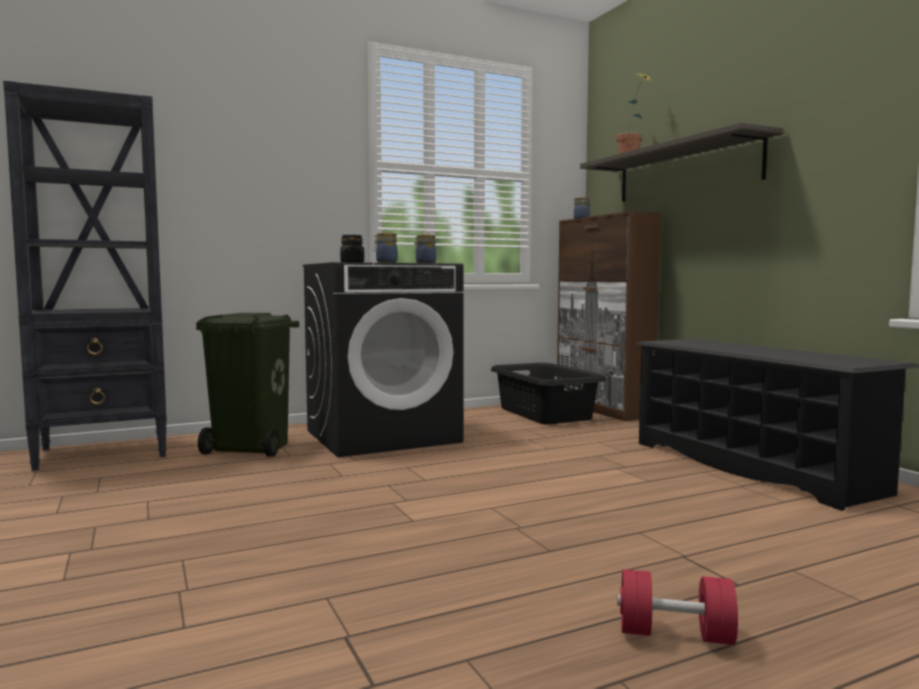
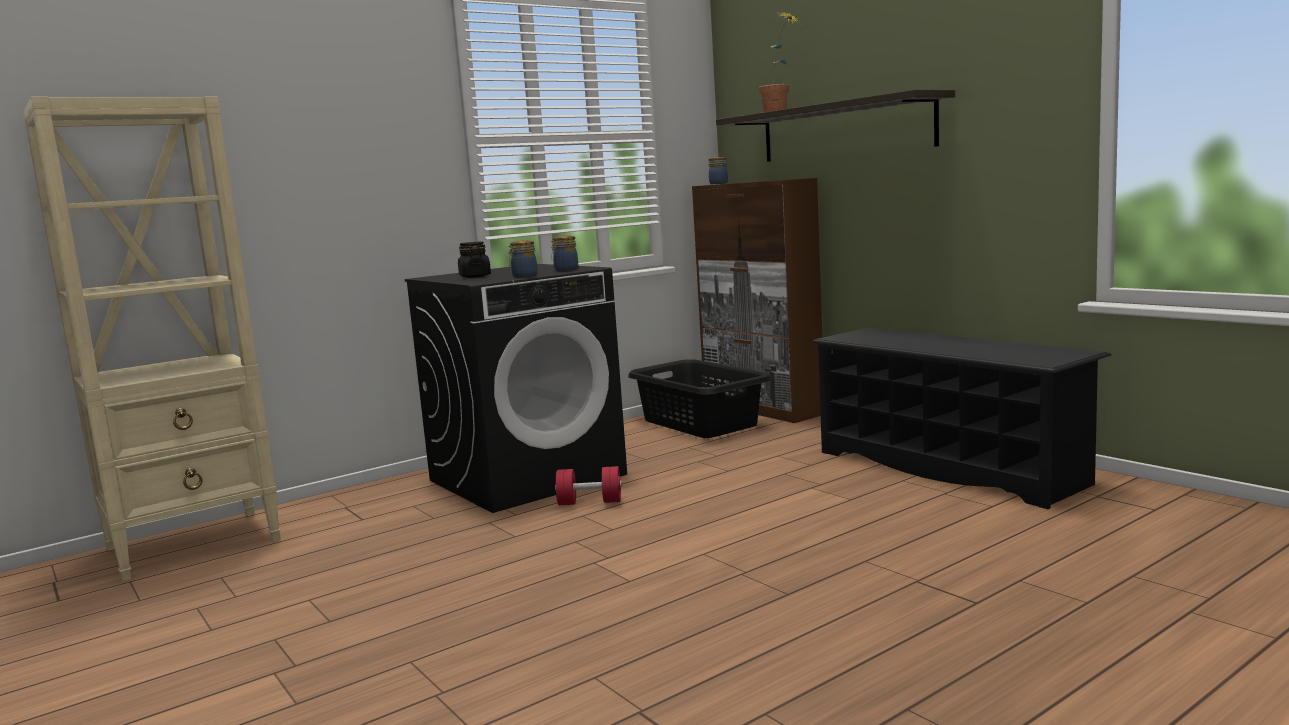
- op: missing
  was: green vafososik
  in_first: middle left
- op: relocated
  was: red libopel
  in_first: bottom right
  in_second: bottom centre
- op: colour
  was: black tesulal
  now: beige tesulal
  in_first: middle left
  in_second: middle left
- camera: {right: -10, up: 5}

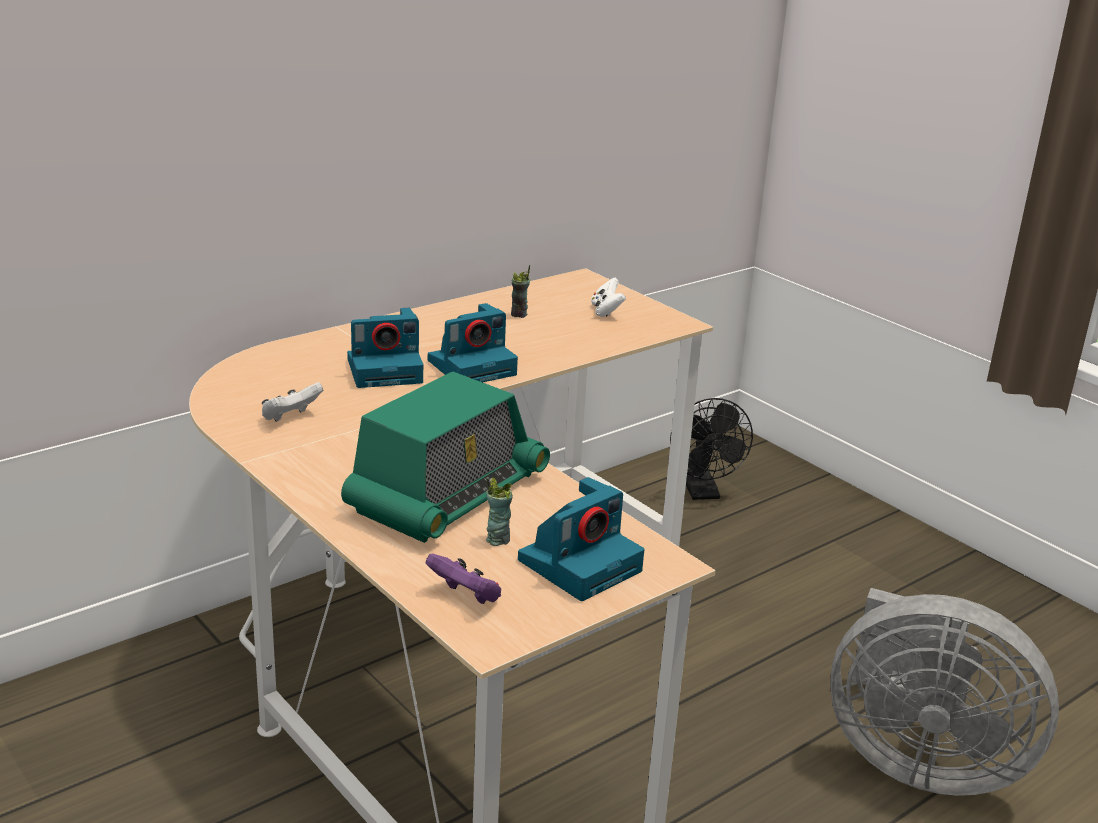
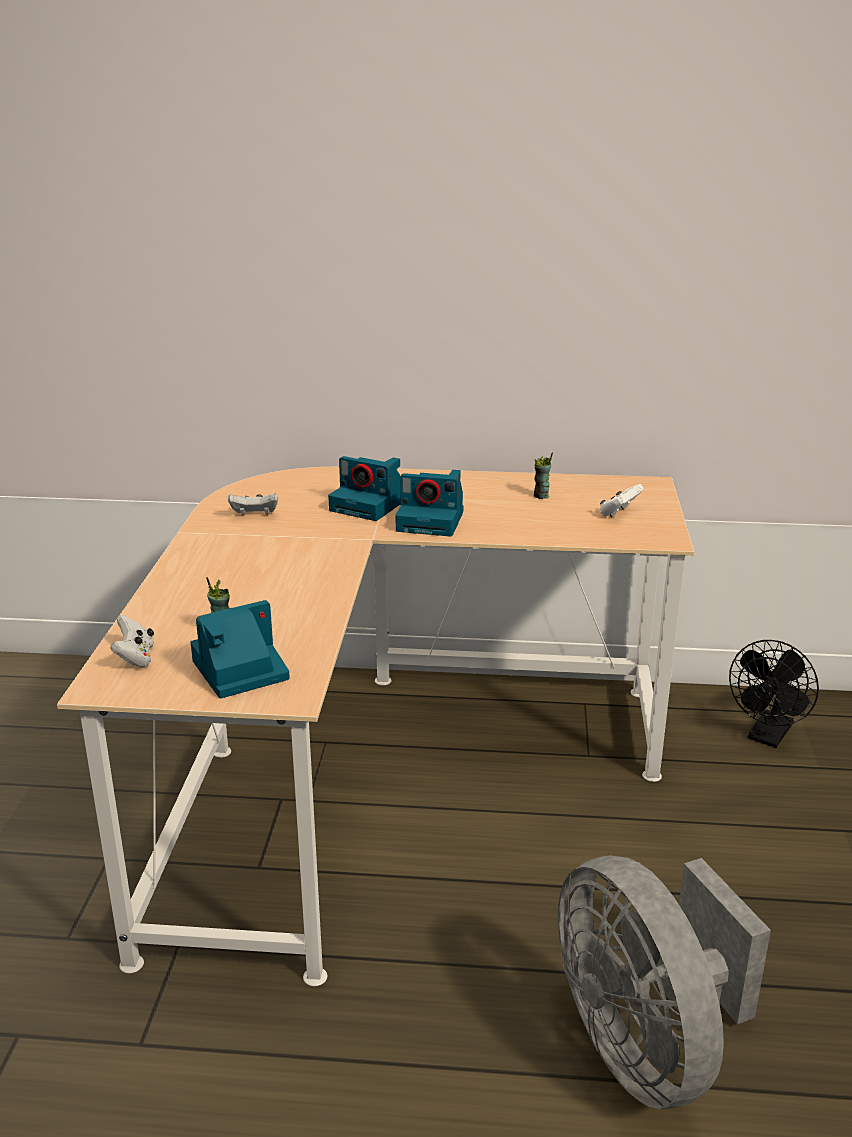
- op: missing
  was: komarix
  in_first: centre
- op: colour
  was: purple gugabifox
  now: white gugabifox (no. 1 from left)
  in_first: bottom centre
  in_second: middle left
- op: spun
  was: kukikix (no. 3 from left in the first image)
  in_first: centre
  in_second: middle left
  clockwise: 150
- camera: {right: 45, up: 0}

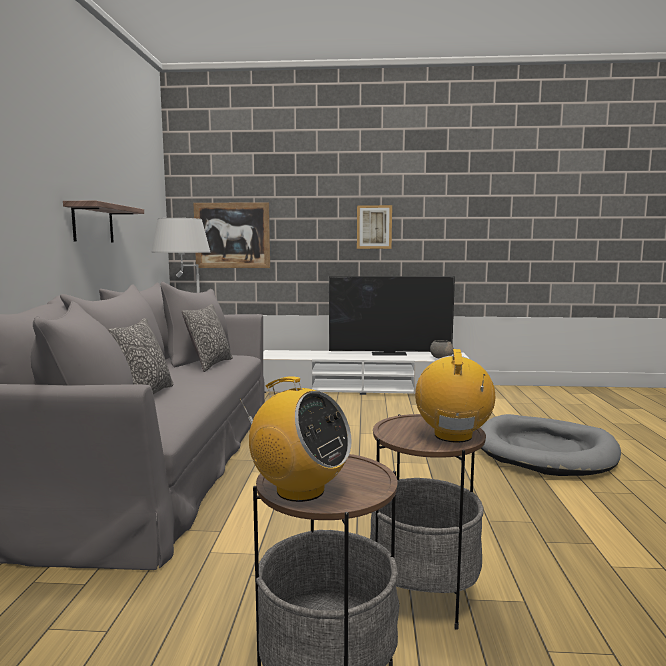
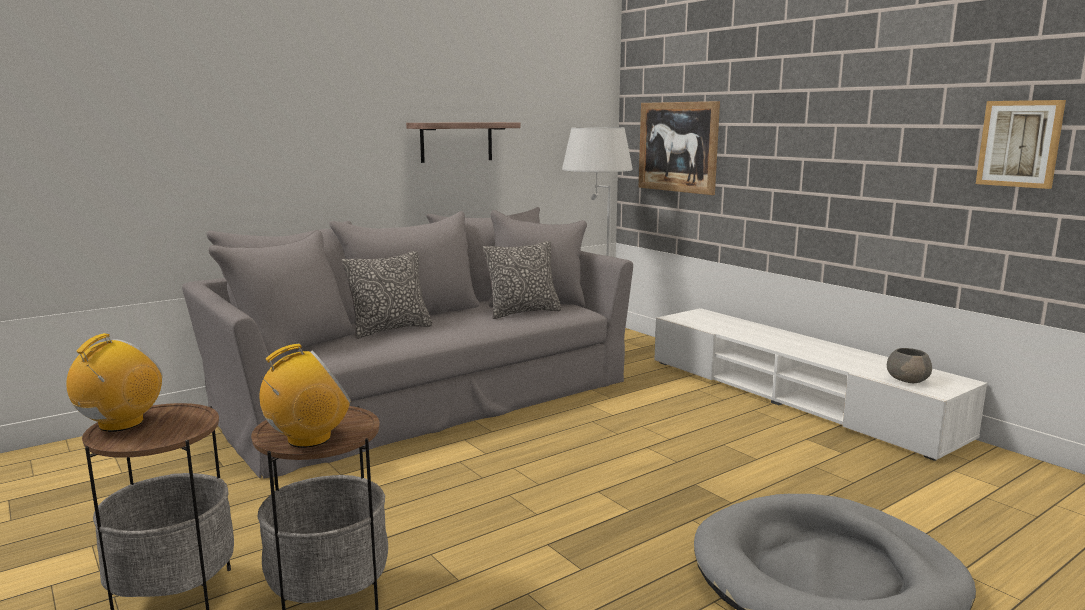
- op: missing
  was: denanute
  in_first: centre
- op: relocated
  was: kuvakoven (no. 2 from left)
  in_first: centre
  in_second: top right
- op: spun
  was: komarix (no. 1 from left)
  in_first: centre
  in_second: middle left
  clockwise: -150
- camera: {right: 50, up: 5}

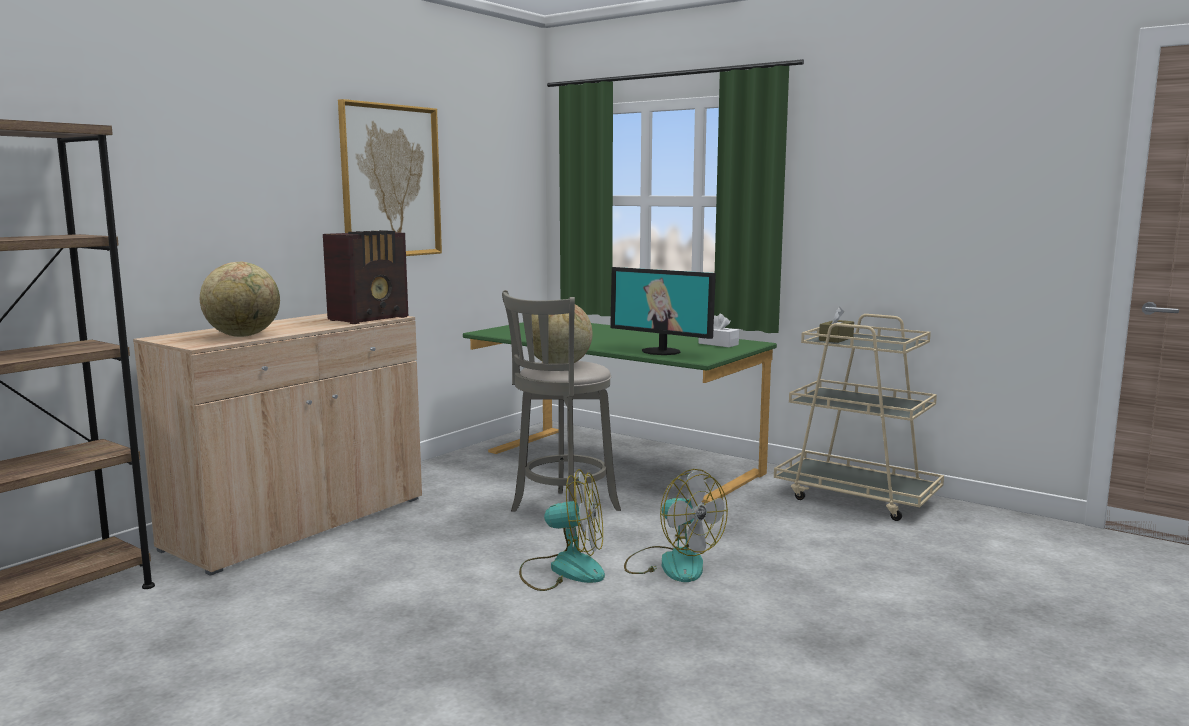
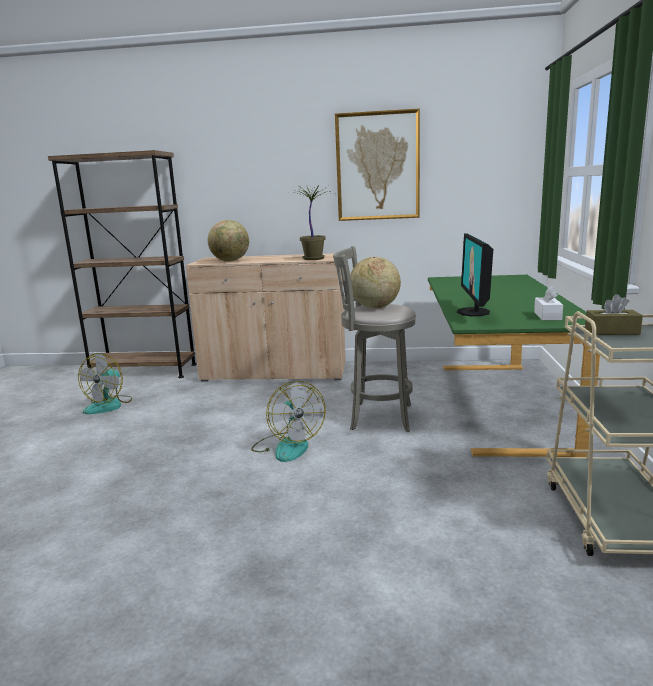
- op: relocated
  was: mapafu (no. 2 from left in the first image)
  now: mapafu (no. 1 from left)
  in_first: bottom centre
  in_second: middle left
- op: exchanged
  was: komarix
  now: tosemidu
  in_first: middle left
  in_second: top centre
- camera: {right: 60, up: 5}

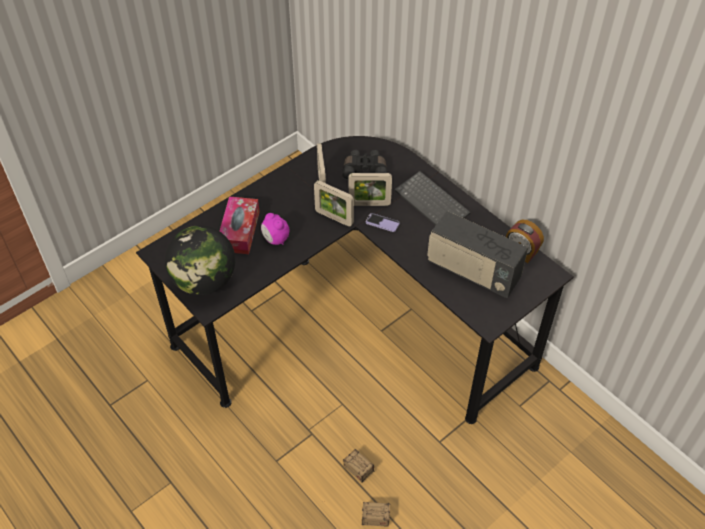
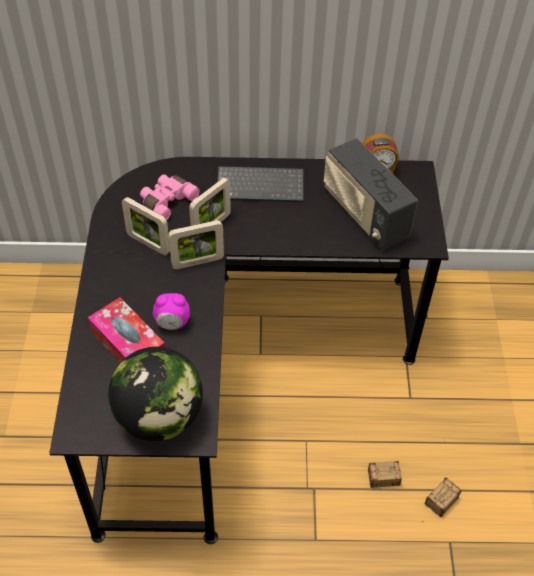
- op: missing
  was: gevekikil
  in_first: centre
- op: colour
  was: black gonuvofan
  now: pink gonuvofan
  in_first: top centre
  in_second: middle left
- op: spun
  was: komarix
  in_first: middle right
  in_second: middle right
  clockwise: 75
- camera: {right: -50, up: 0}

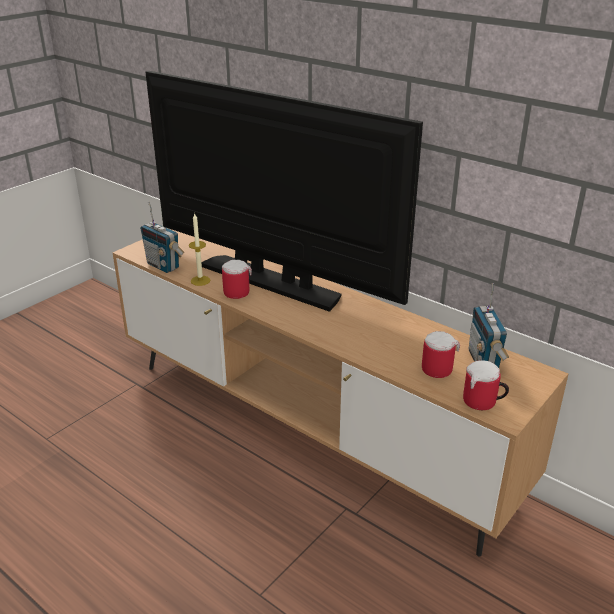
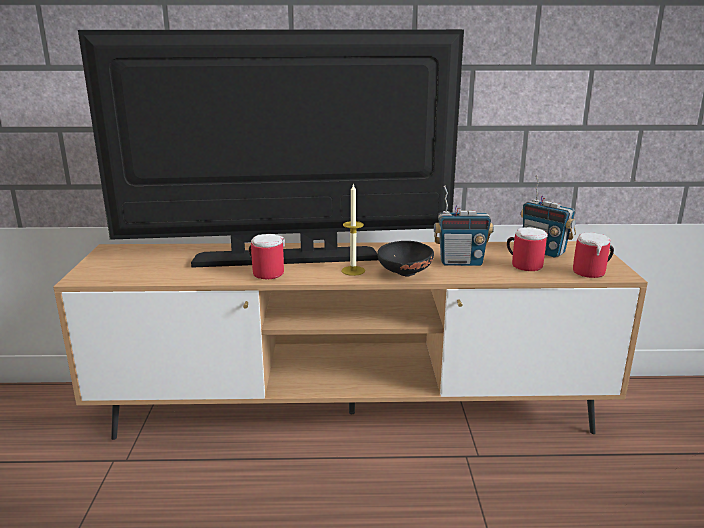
- op: appeared
  now: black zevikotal
  in_second: centre
- op: relocated
  was: komarix (no. 1 from left)
  in_first: middle left
  in_second: centre
- op: relocated
  was: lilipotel
  in_first: middle left
  in_second: centre
- camera: {right: -40, up: -10}

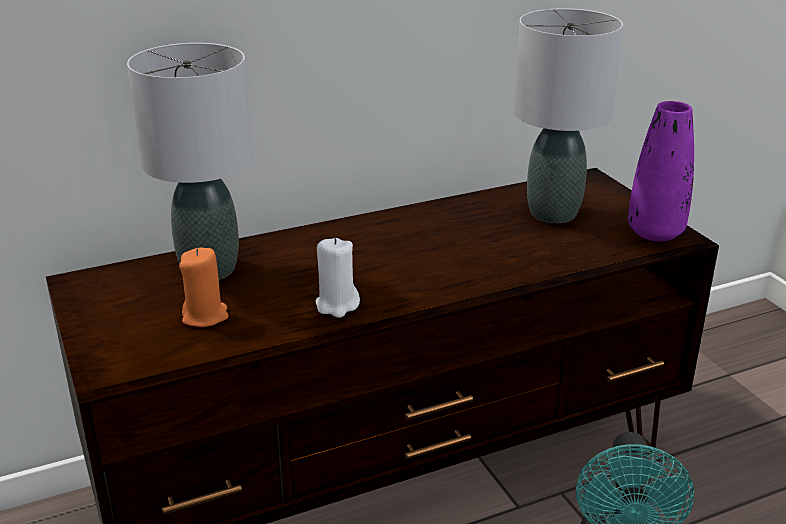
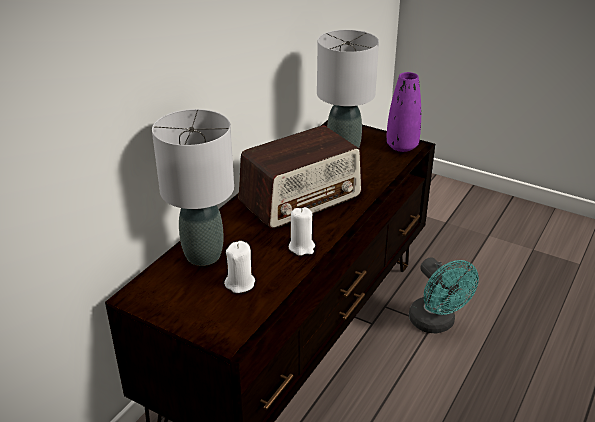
- op: appeared
  now: komarix
  in_second: centre
- op: colour
  was: orange lilipotel
  now: white lilipotel (no. 1 from left)
  in_first: middle left
  in_second: centre
- camera: {right: -35, up: 5}

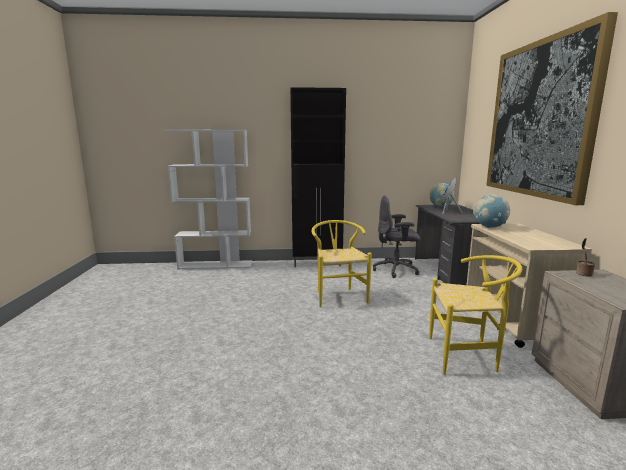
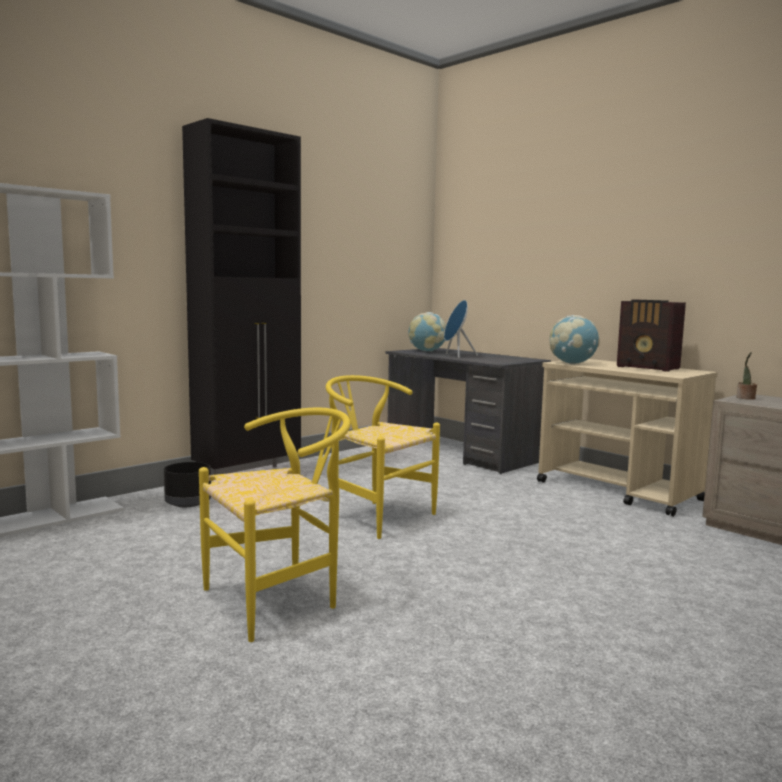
- op: missing
  was: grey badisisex
  in_first: centre
- op: missing
  was: kuvakoven
  in_first: top right
- op: appeared
  now: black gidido
  in_second: middle left
- op: appeared
  now: komarix
  in_second: middle right
- op: relocated
  was: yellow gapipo (no. 2 from left in the first image)
  now: yellow gapipo (no. 1 from left)
  in_first: bottom right
  in_second: bottom centre
- camera: {right: -40, up: -5}

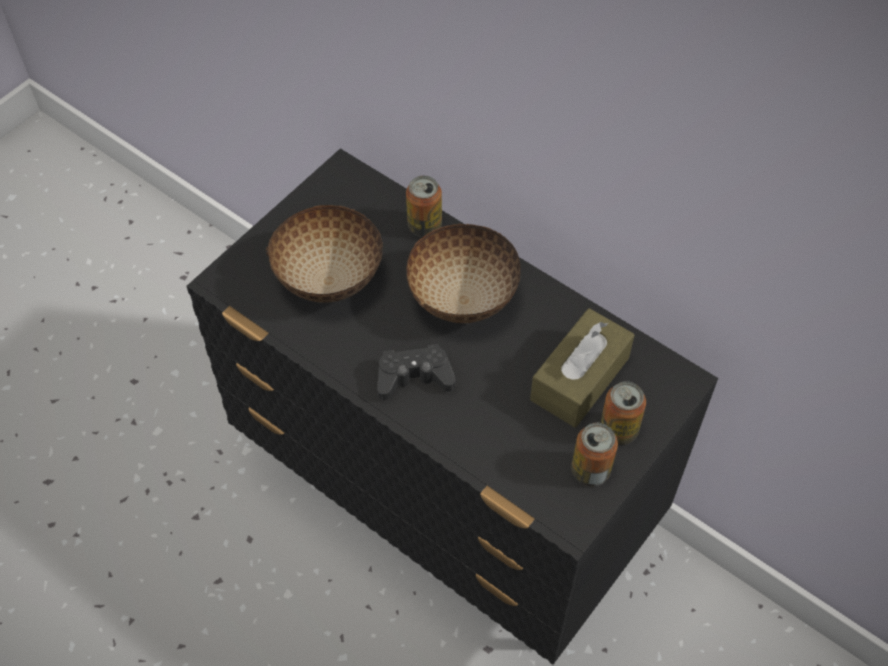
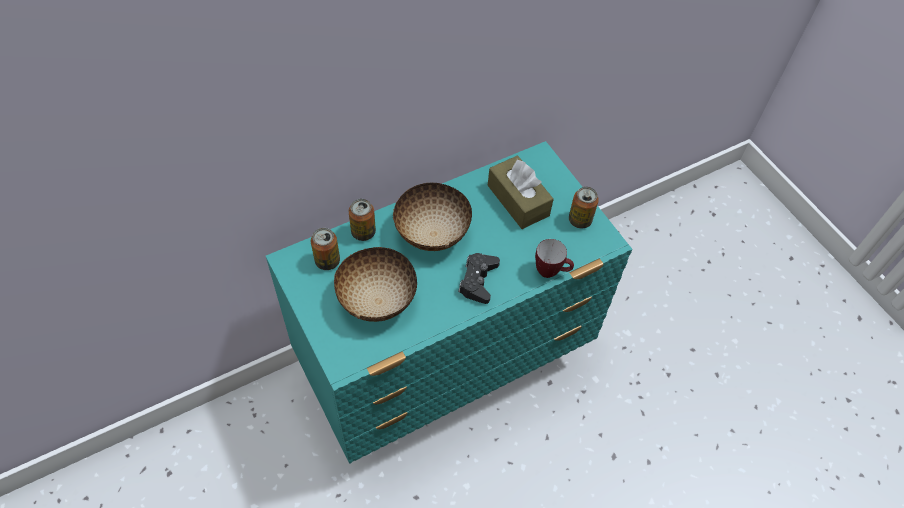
- op: appeared
  now: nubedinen
  in_second: centre
- op: relocated
  was: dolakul (no. 3 from left in the first image)
  now: dolakul (no. 1 from left)
  in_first: middle right
  in_second: centre
- op: colour
  was: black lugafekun
  now: turquoise lugafekun
  in_first: centre
  in_second: centre
- camera: {right: -70, up: 0}

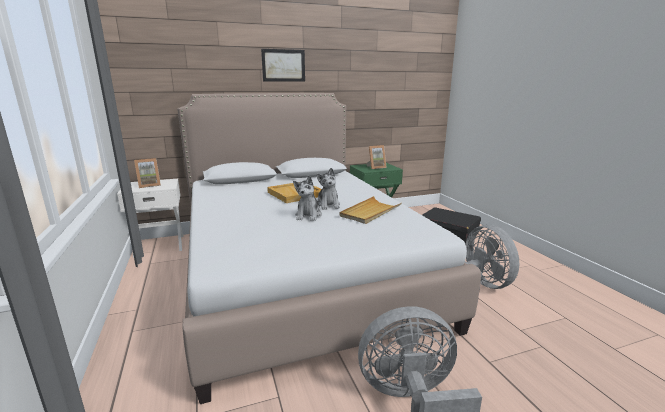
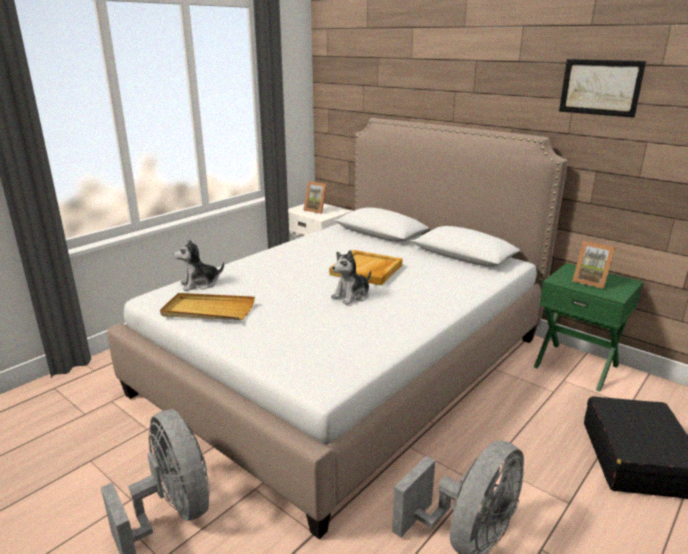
- op: relocated
  was: kuvakoven
  in_first: top centre
  in_second: top right
- op: relocated
  was: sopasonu (no. 1 from left)
  in_first: centre
  in_second: middle left
- op: relocated
  was: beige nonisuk (no. 2 from left in the first image)
  now: beige nonisuk (no. 1 from left)
  in_first: centre
  in_second: middle left
- camera: {right: 60, up: 5}

